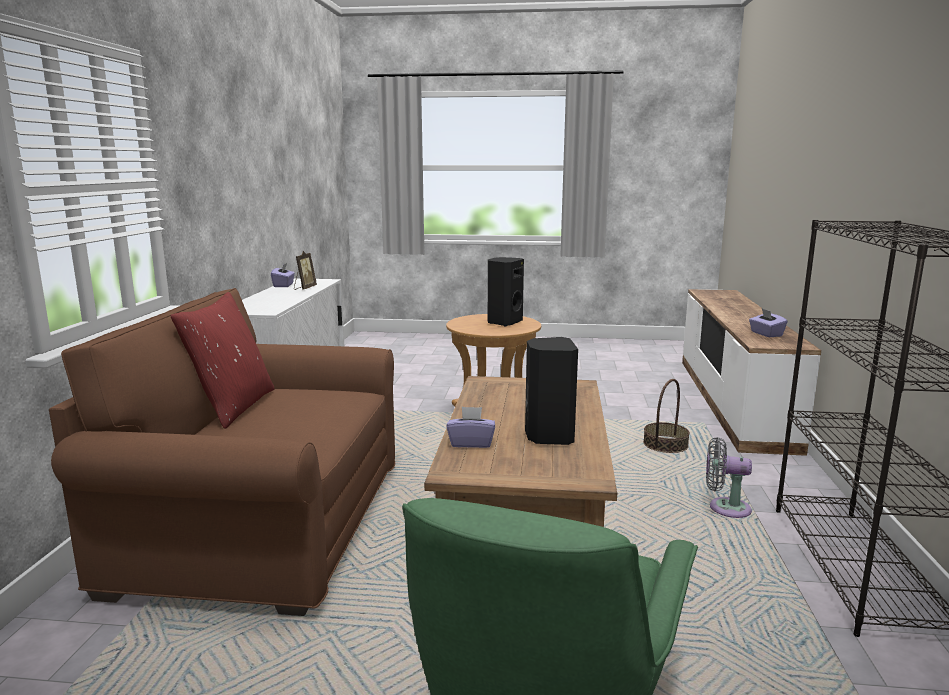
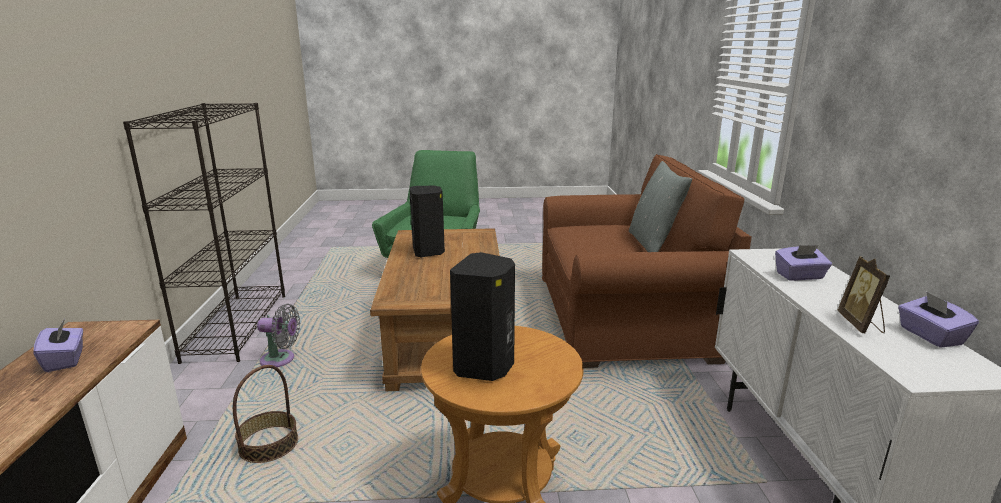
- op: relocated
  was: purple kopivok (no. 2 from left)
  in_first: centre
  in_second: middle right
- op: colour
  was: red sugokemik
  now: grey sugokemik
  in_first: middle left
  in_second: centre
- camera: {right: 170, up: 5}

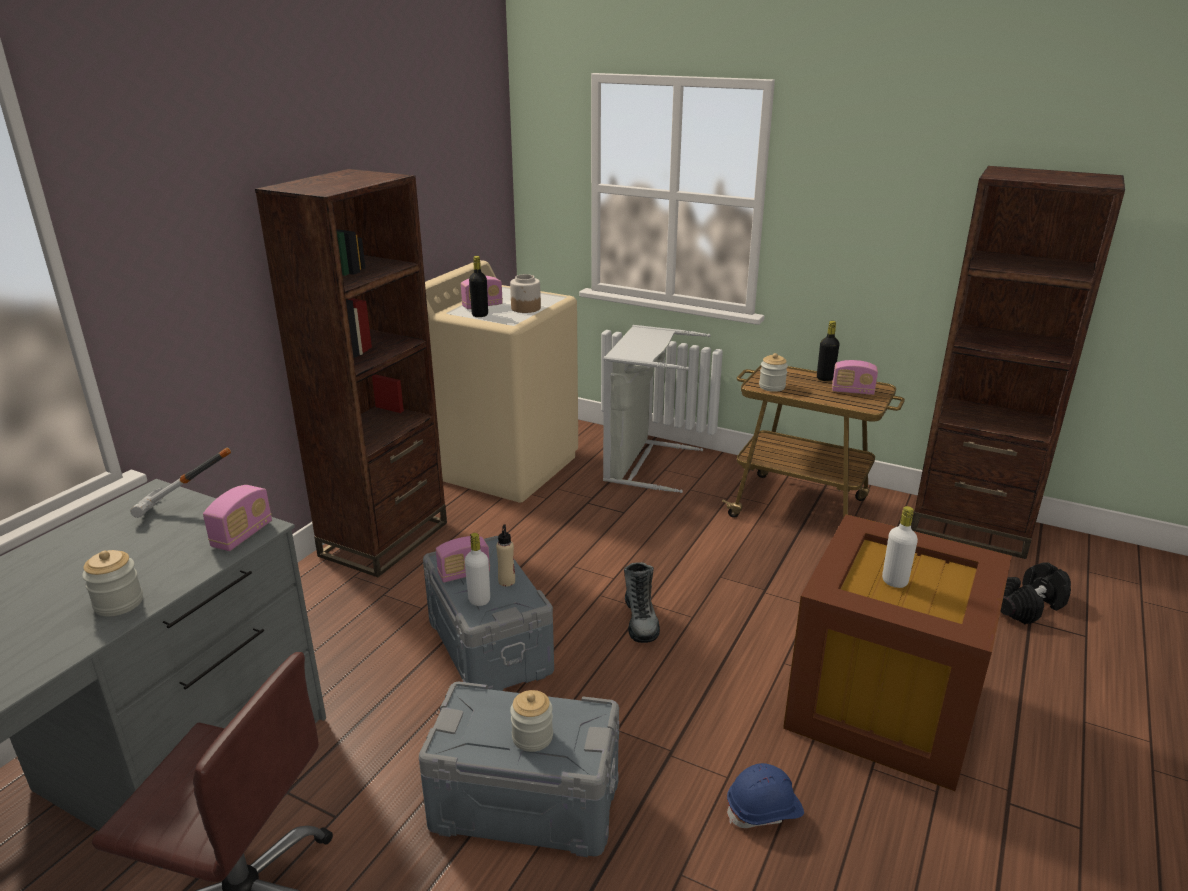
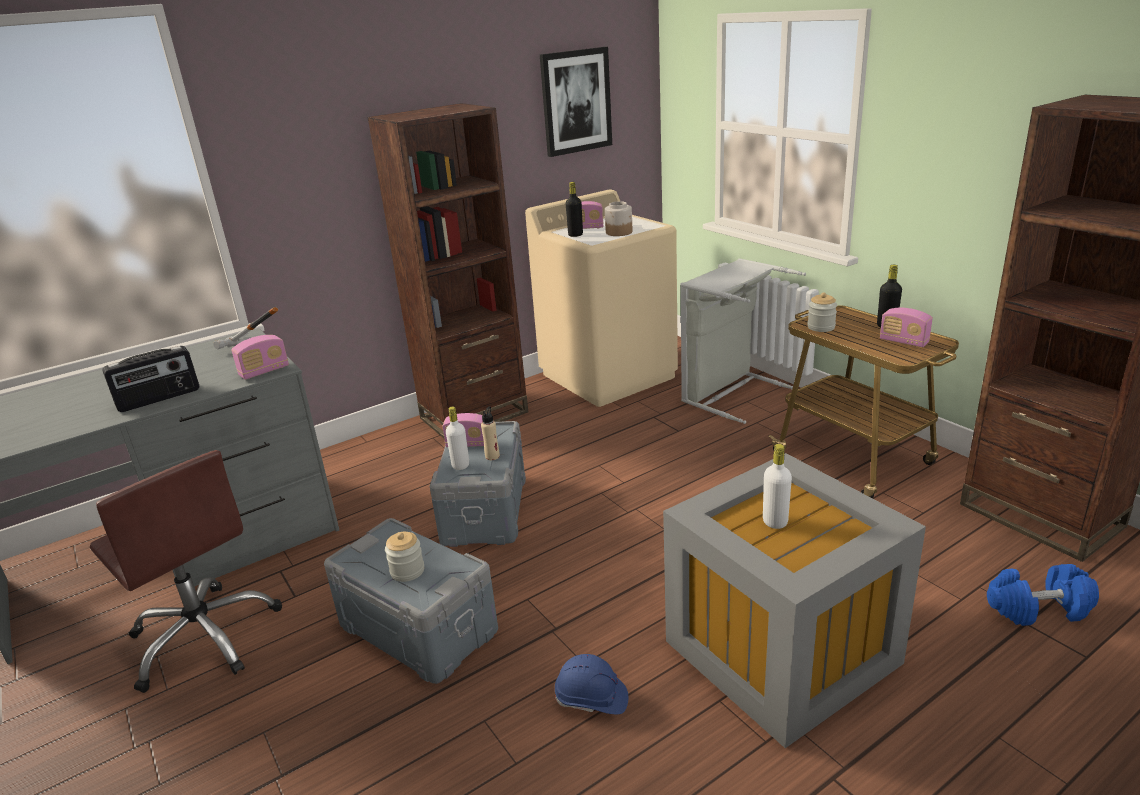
- op: missing
  was: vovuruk
  in_first: bottom centre
- op: appeared
  now: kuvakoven
  in_second: top centre
- op: exchanged
  was: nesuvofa (no. 1 from left)
  now: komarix (no. 1 from left)
  in_first: middle left
  in_second: middle left
- op: colour
  was: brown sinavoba
  now: grey sinavoba (no. 3 from left)
  in_first: bottom right
  in_second: bottom right
- op: colour
  was: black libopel
  now: blue libopel
  in_first: middle right
  in_second: bottom right
- camera: {right: 30, up: 0}

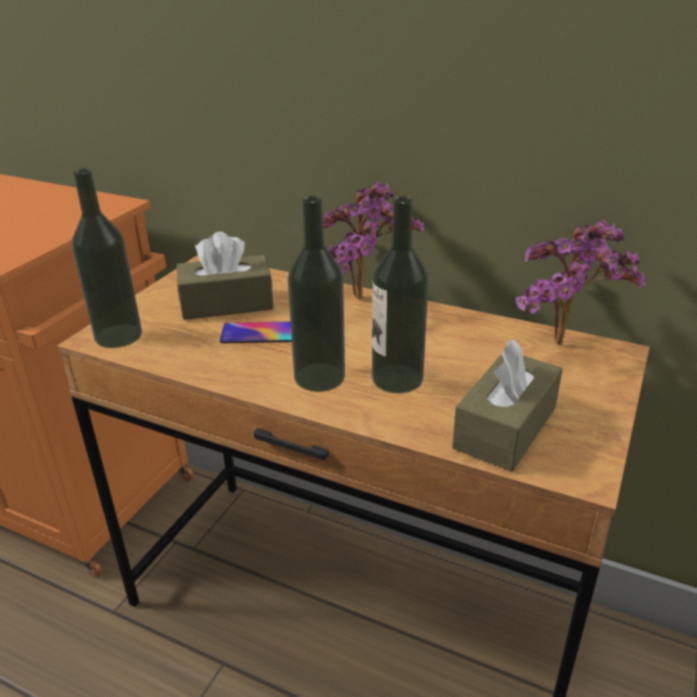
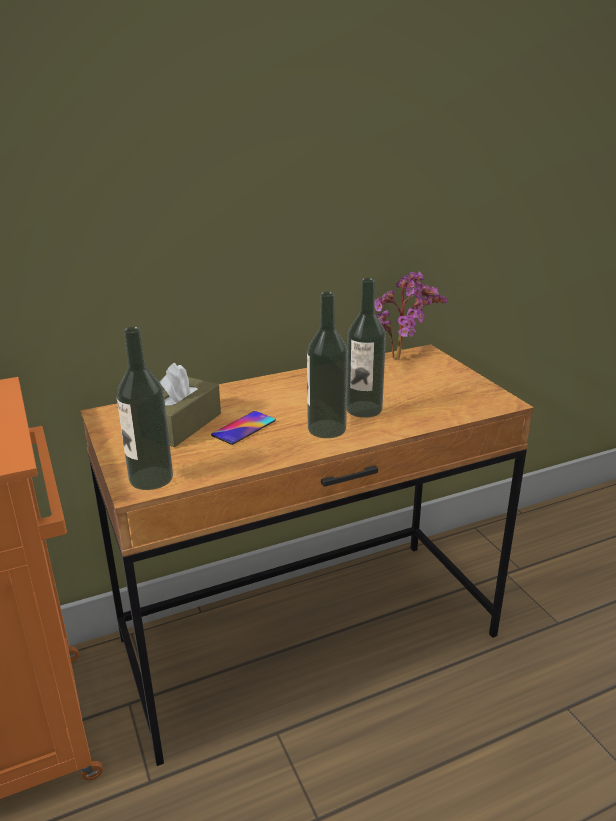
- op: missing
  was: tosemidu (no. 1 from left)
  in_first: centre
- op: missing
  was: brown kopivok (no. 2 from left)
  in_first: middle right
- camera: {right: -50, up: -5}

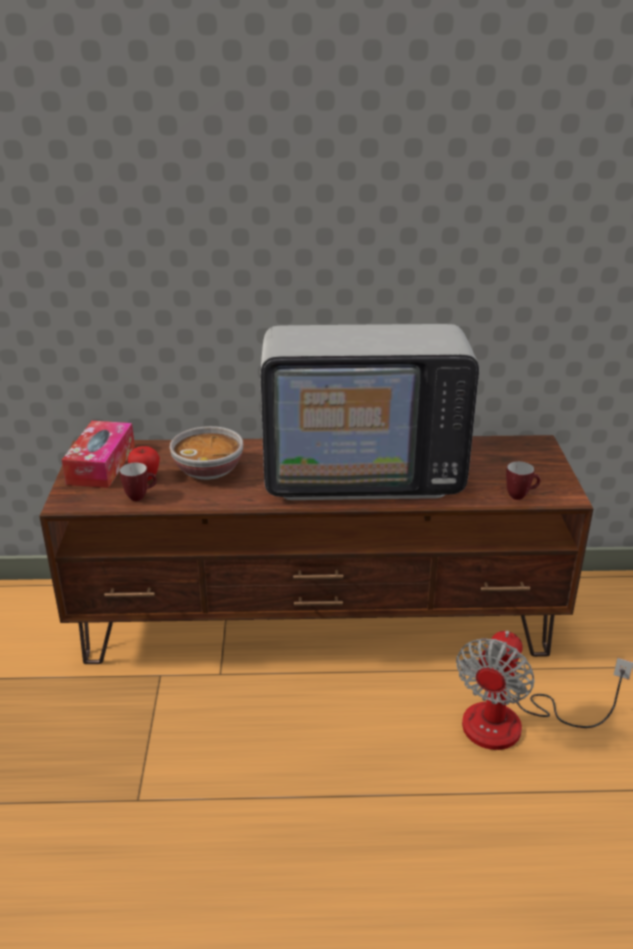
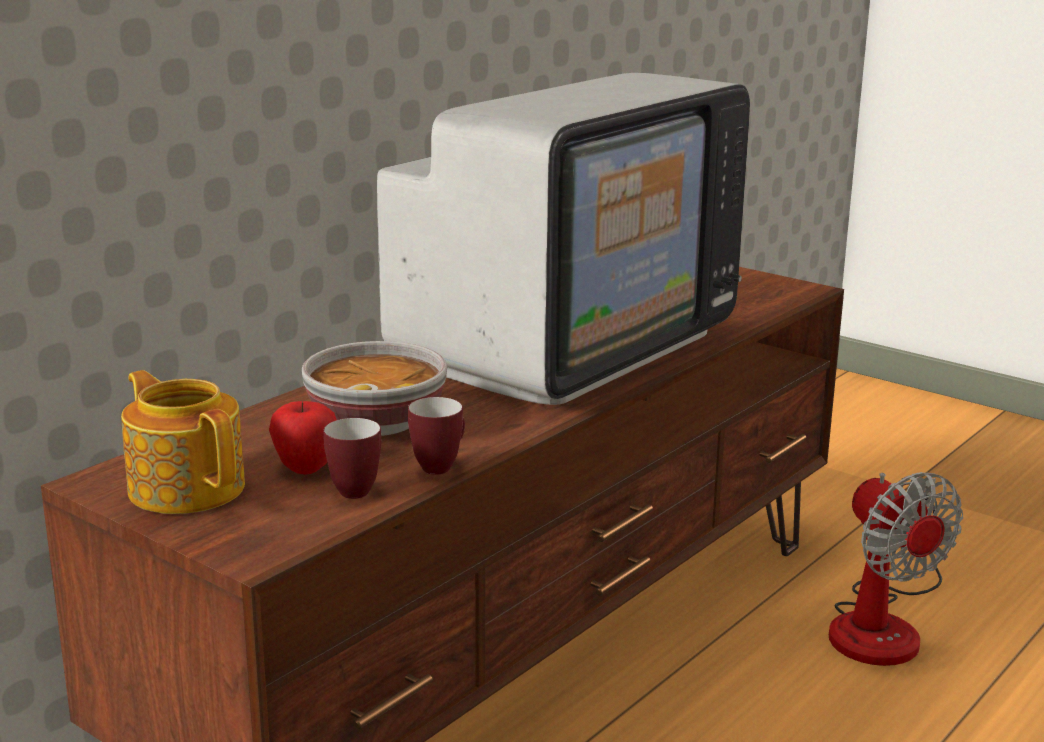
- op: relocated
  was: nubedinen (no. 2 from left)
  in_first: middle right
  in_second: centre
- op: exchanged
  was: kopivok
  now: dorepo
  in_first: middle left
  in_second: middle left
- camera: {right: -50, up: -10}

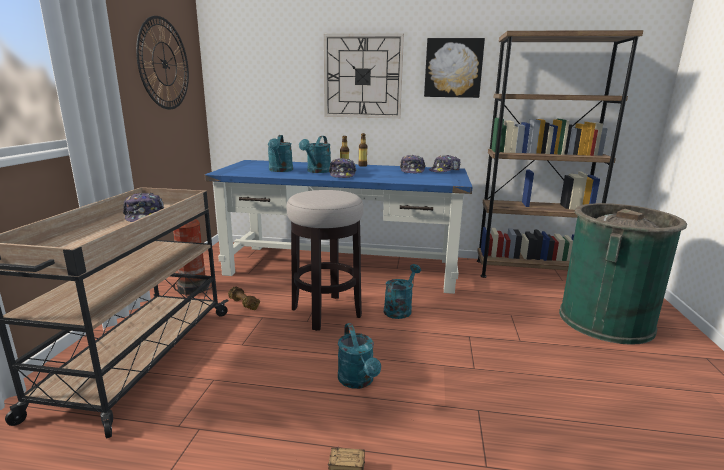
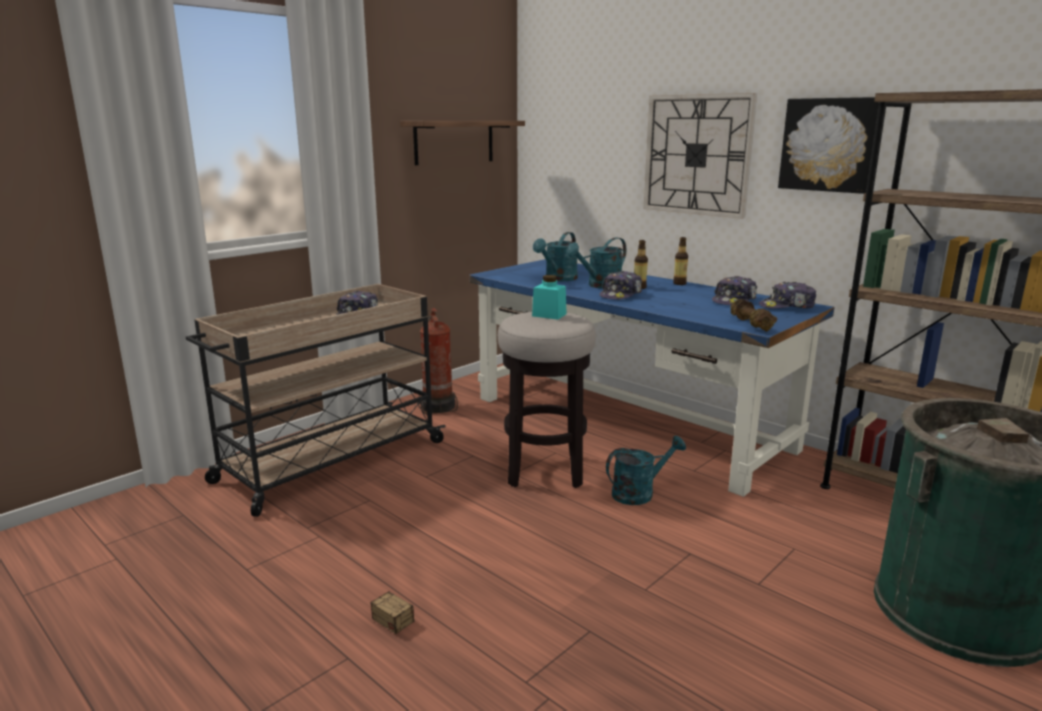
- op: missing
  was: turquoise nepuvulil (no. 3 from left)
  in_first: bottom centre
- op: appeared
  now: turquoise nesuvofa
  in_second: centre
- op: relocated
  was: brown libopel
  in_first: centre
  in_second: middle right
- op: exchanged
  was: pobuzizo (no. 1 from left)
  now: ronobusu
  in_first: top left
  in_second: top centre
- camera: {right: 35, up: 0}

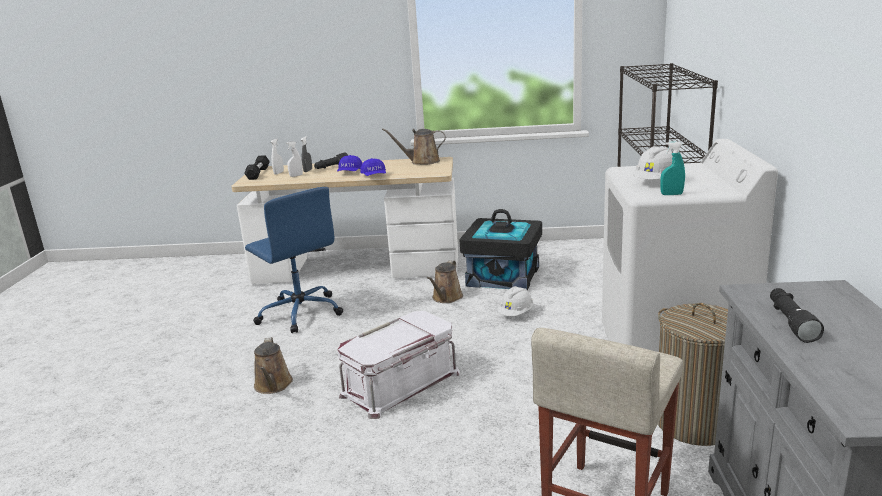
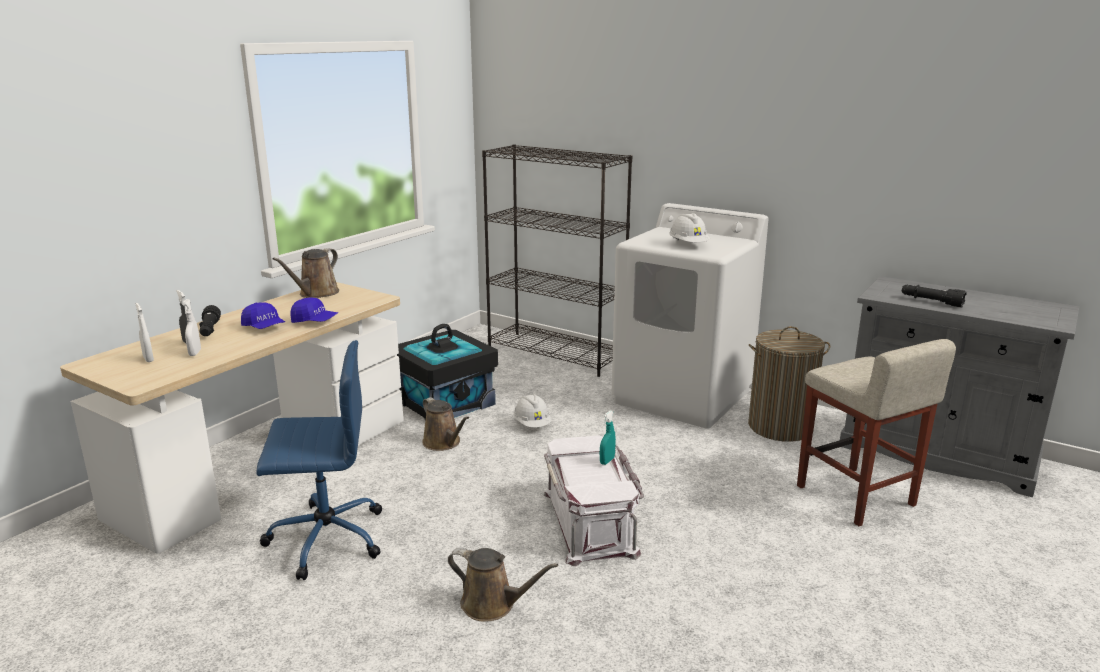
- op: missing
  was: black libopel
  in_first: middle left
- op: relocated
  was: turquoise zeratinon
  in_first: middle right
  in_second: centre
- camera: {right: -60, up: 0}

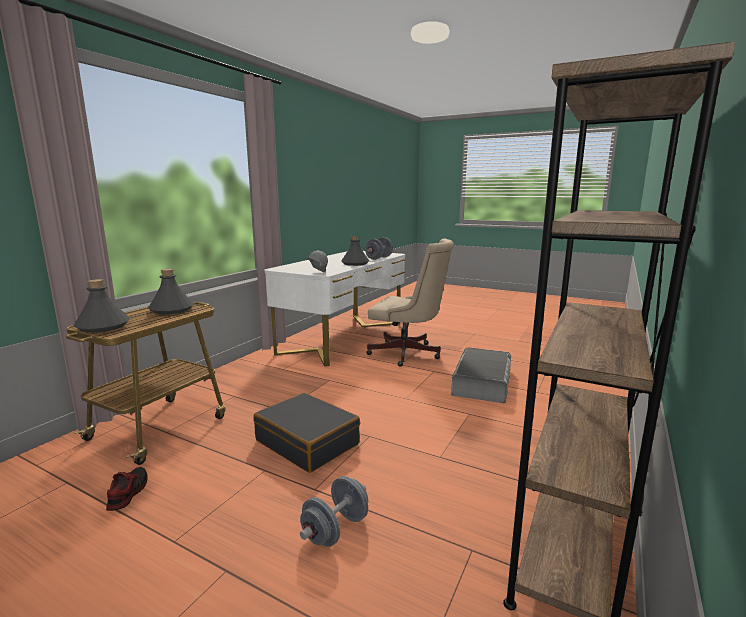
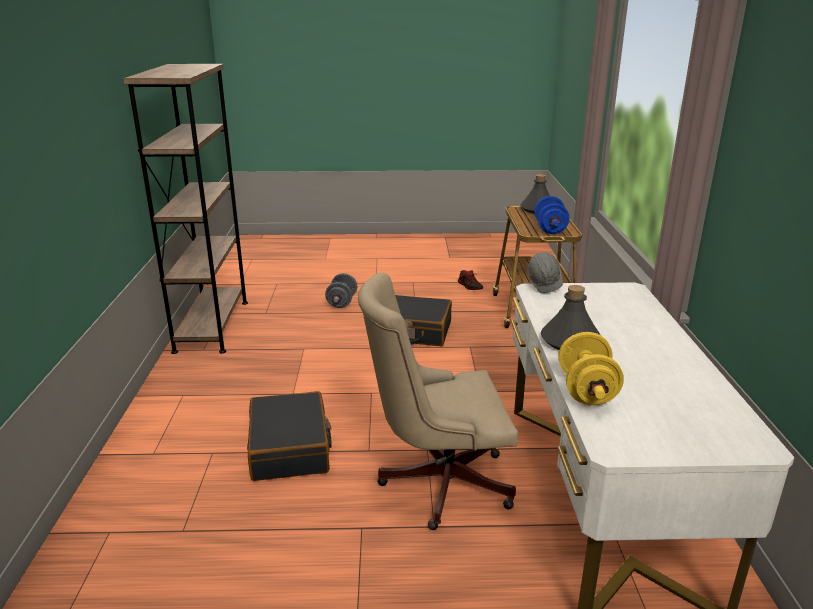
- op: exchanged
  was: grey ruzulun (no. 2 from left)
  now: blue libopel
  in_first: middle left
  in_second: middle right
- op: exchanged
  was: grey sinavoba
  now: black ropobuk (no. 1 from left)
  in_first: centre
  in_second: bottom centre
- op: colour
  was: grey libopel (no. 2 from left)
  now: yellow libopel
  in_first: centre
  in_second: middle right
- camera: {right: 150, up: 10}

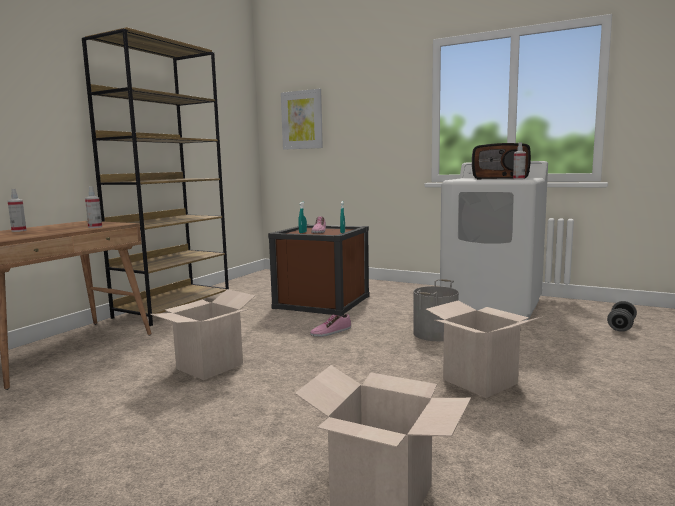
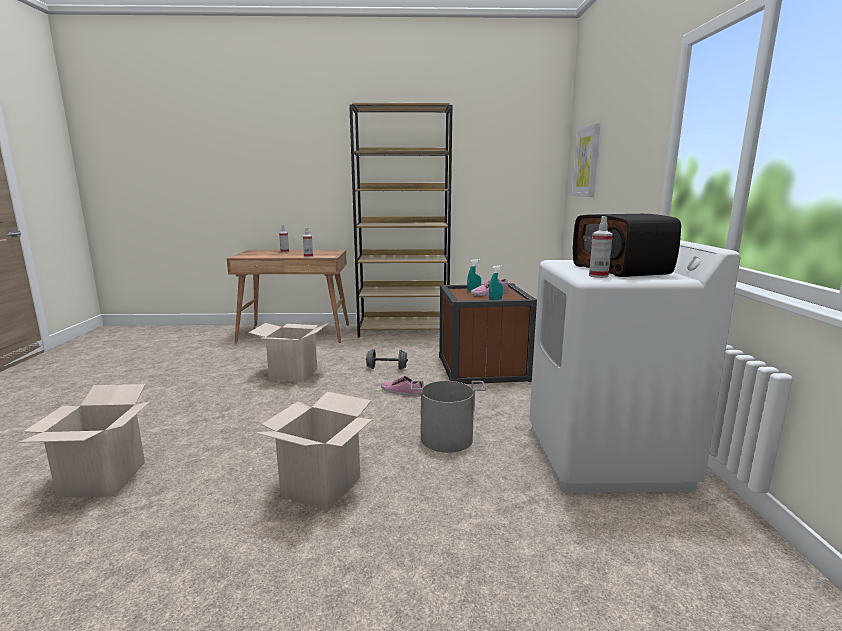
- op: relocated
  was: grey libopel
  in_first: middle right
  in_second: centre
- camera: {right: 60, up: 5}

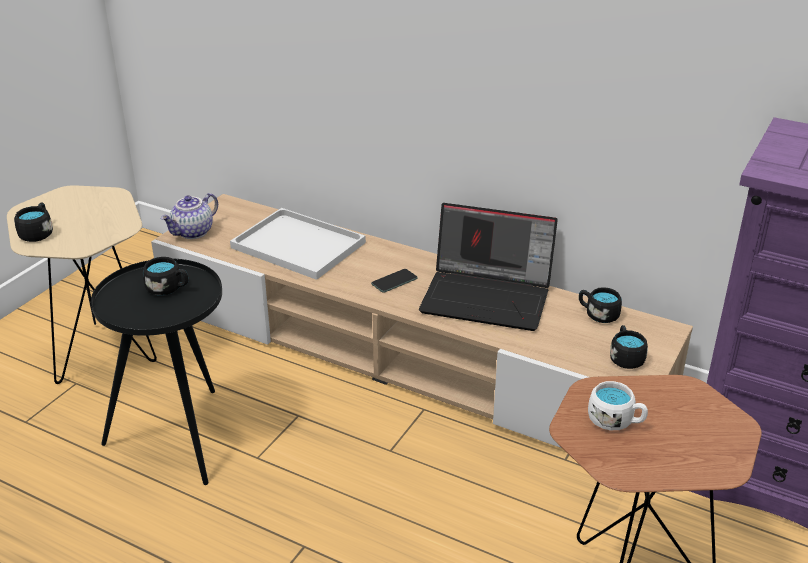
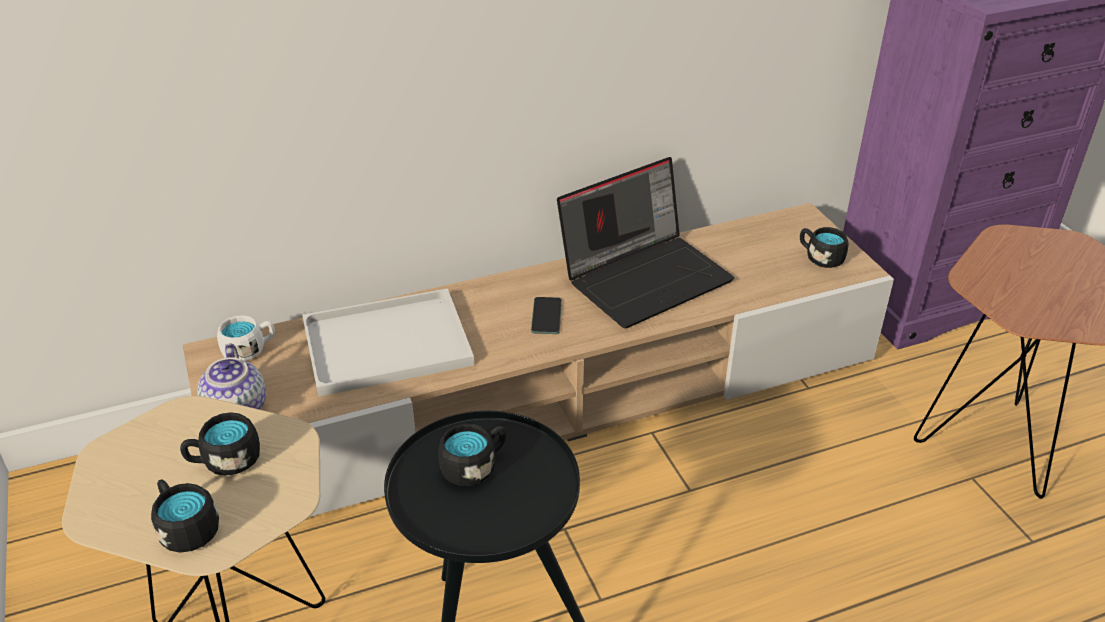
- op: relocated
  was: black nubedinen (no. 3 from left in the first image)
  now: black nubedinen (no. 2 from left)
  in_first: middle right
  in_second: bottom left
- op: relocated
  was: white nubedinen
  in_first: bottom right
  in_second: middle left
- camera: {right: -50, up: 5}

